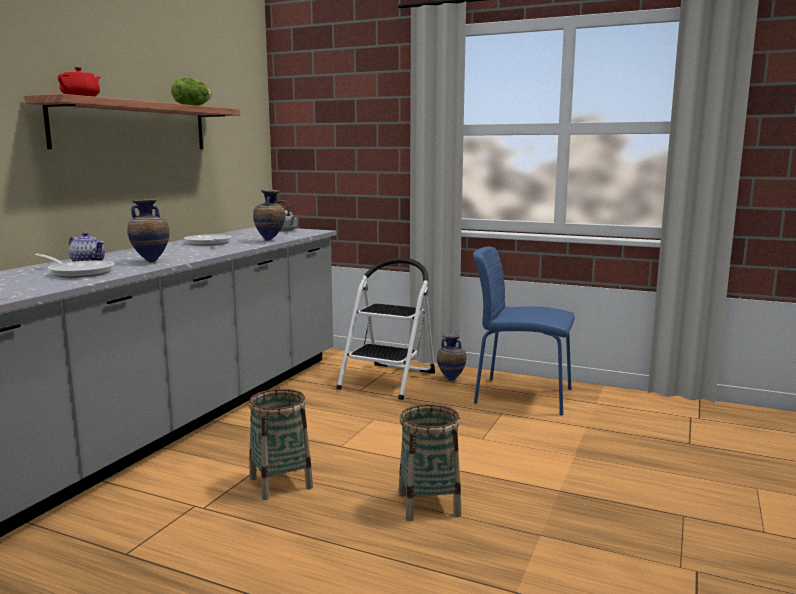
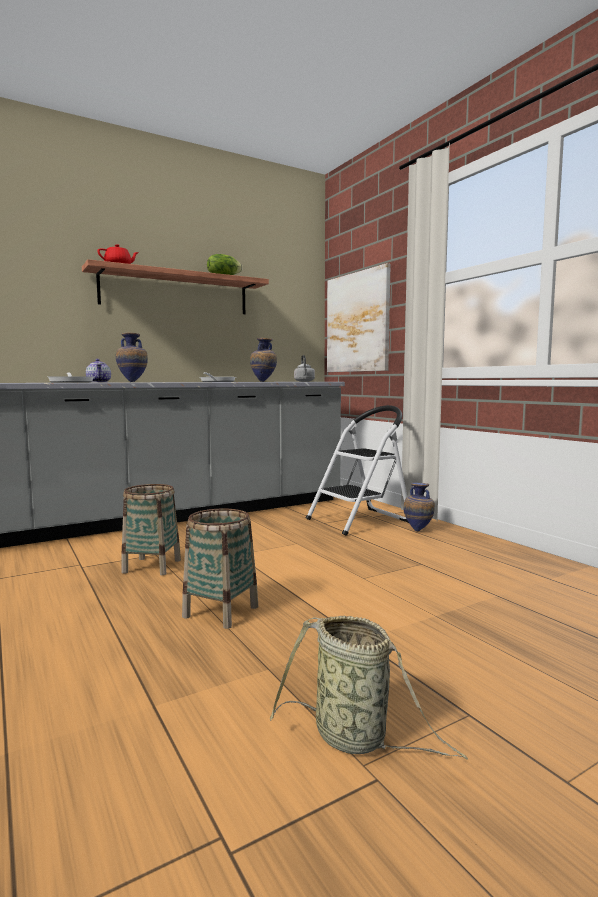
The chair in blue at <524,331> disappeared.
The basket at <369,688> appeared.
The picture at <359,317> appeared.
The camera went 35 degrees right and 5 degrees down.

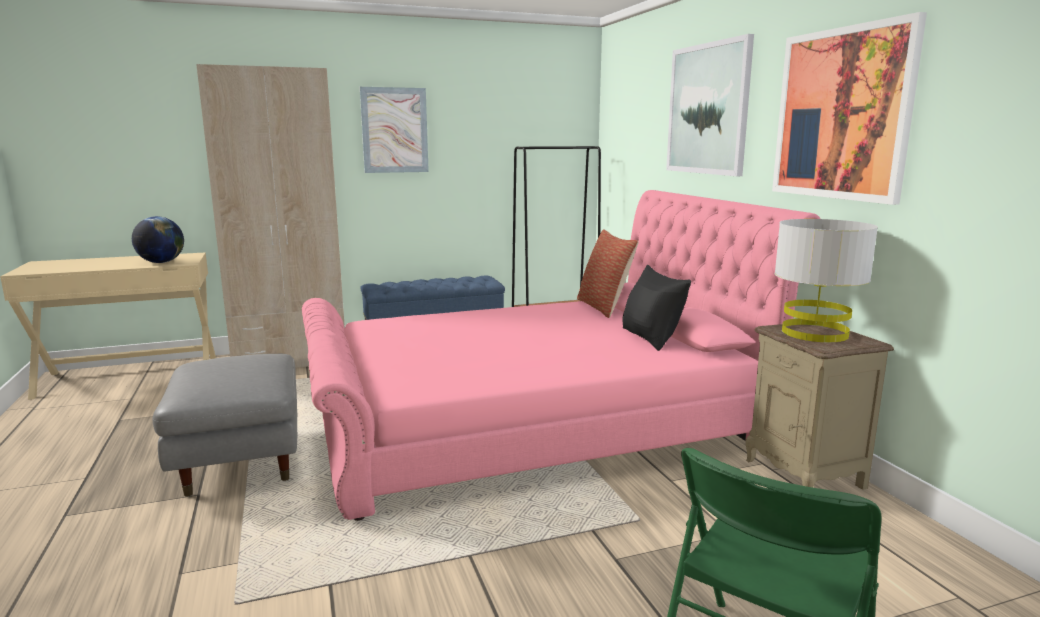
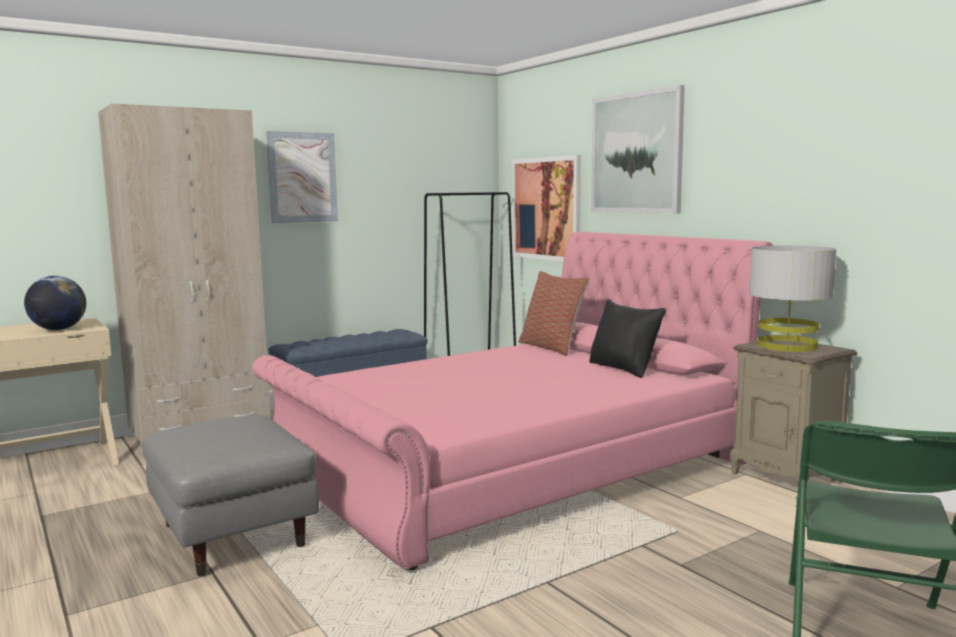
The picture moved from <849,108> to <546,208>.
The camera went 15 degrees left and 5 degrees down.

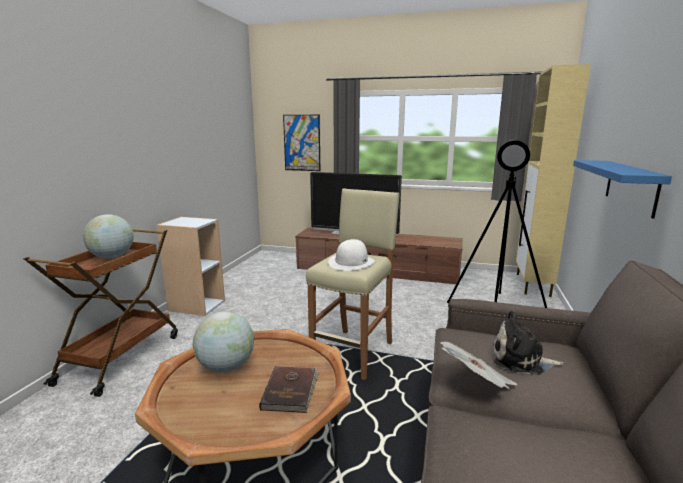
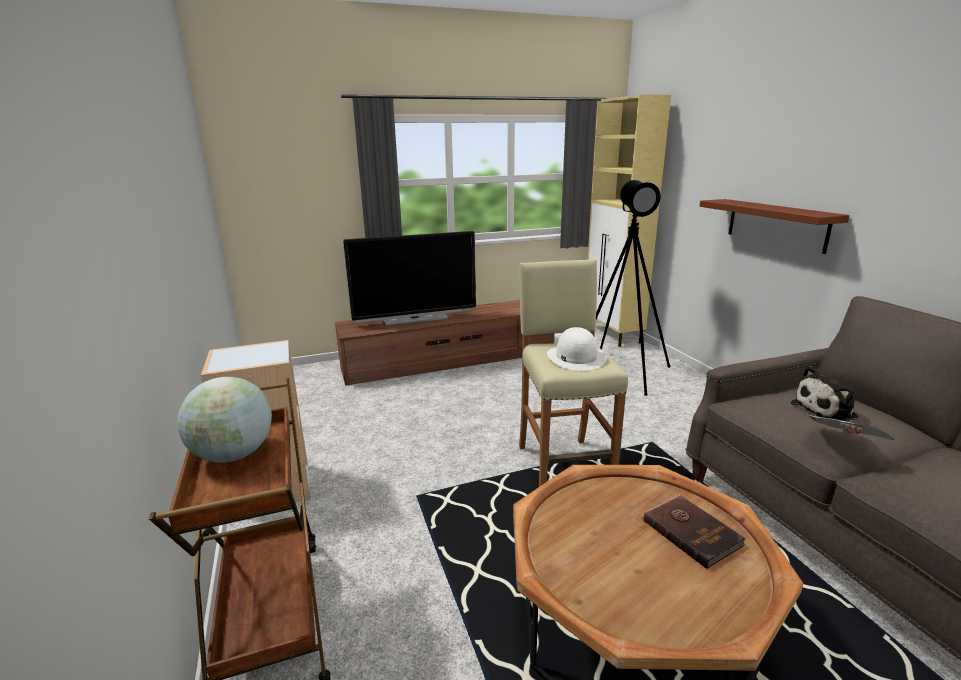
The globe at <223,341> disappeared.
The picture at <301,143> disappeared.
The shelf in blue at <622,189> became the shelf in brown at <774,226>.
The camera went 35 degrees left and 5 degrees up.

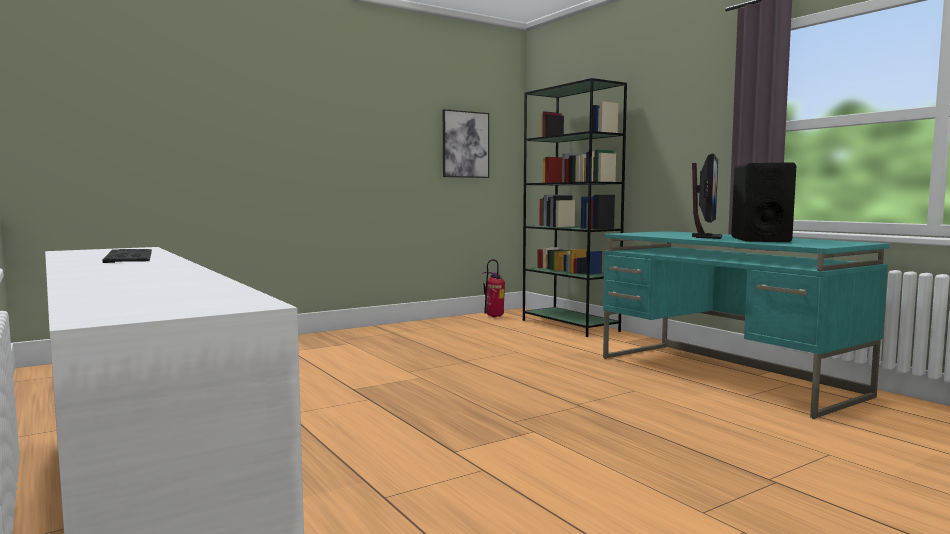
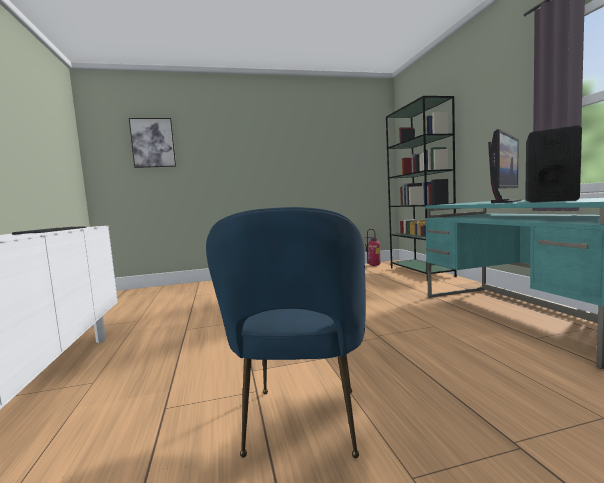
The picture moved from <466,143> to <152,143>.
The chair in blue at <286,332> appeared.
The camera went 20 degrees right and 0 degrees up.

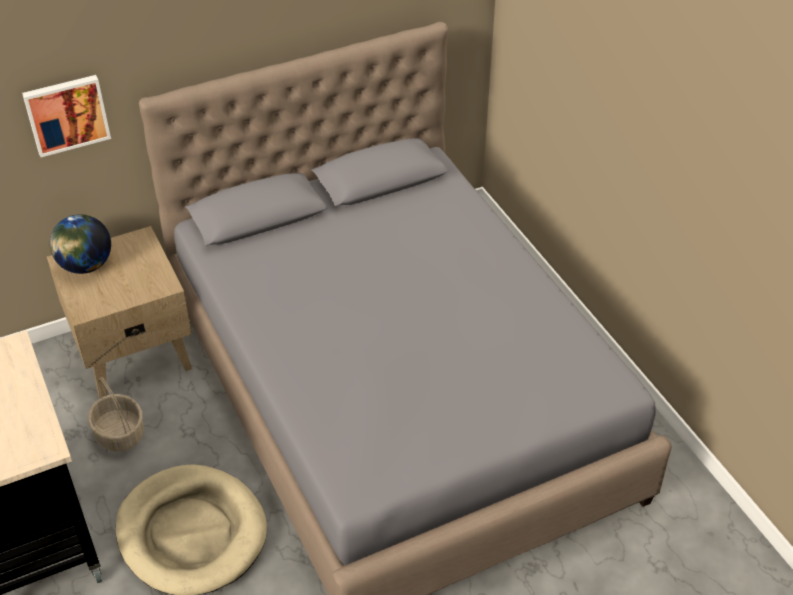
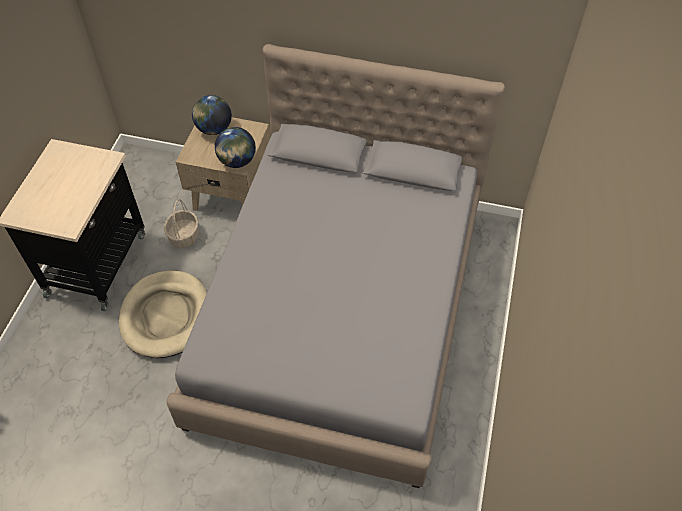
The picture at <66,116> disappeared.
The globe at <235,147> appeared.
The camera went 40 degrees right and 10 degrees up.

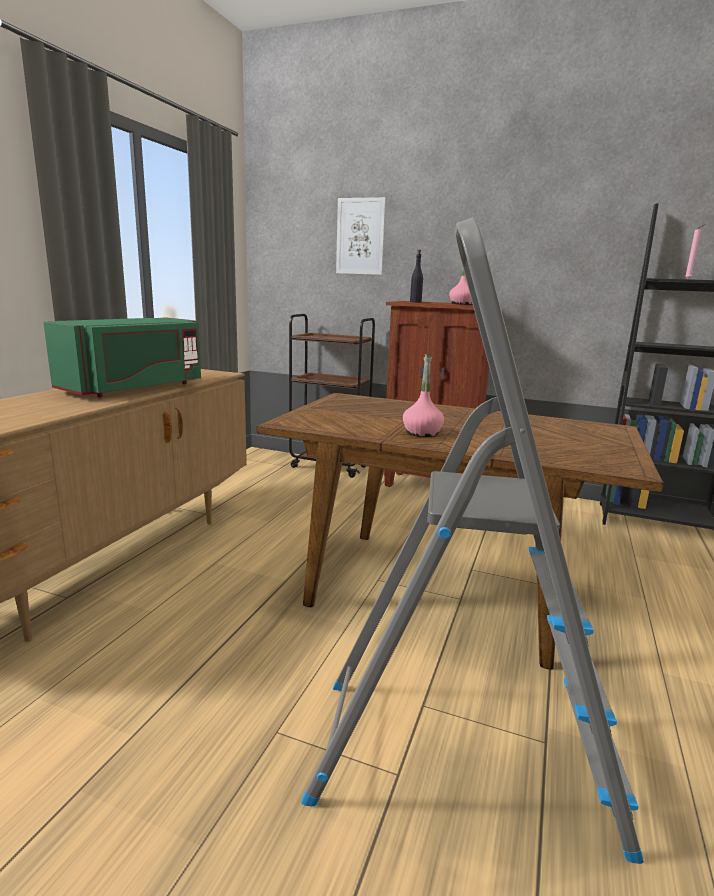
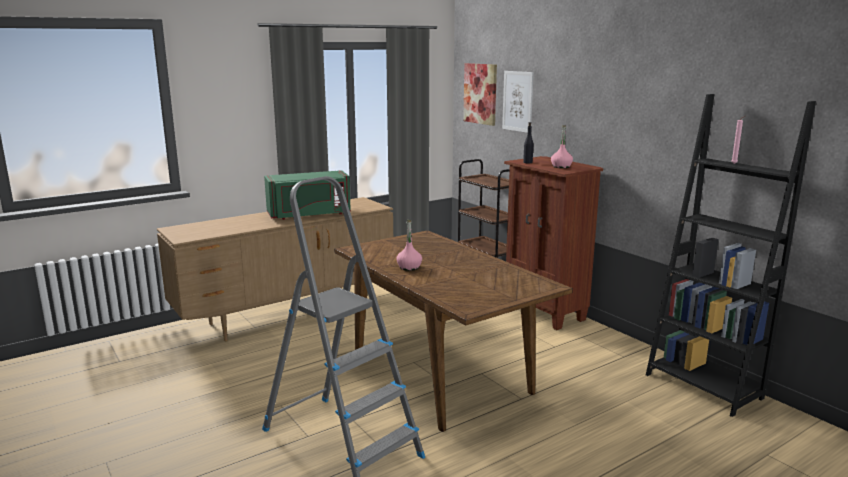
The picture at <480,94> appeared.
The camera went 35 degrees right and 0 degrees up.

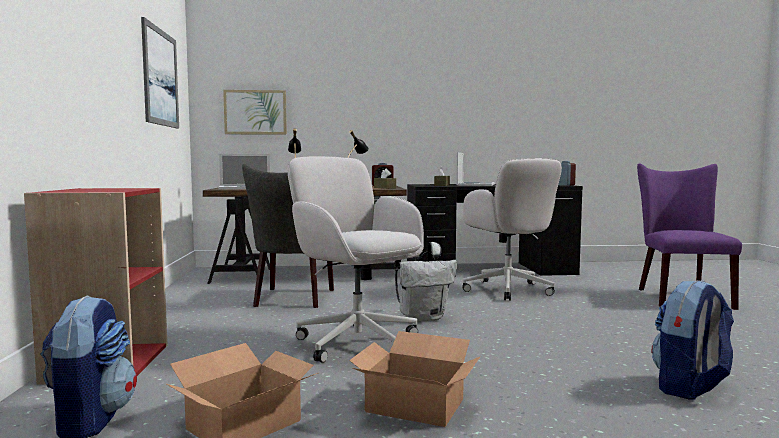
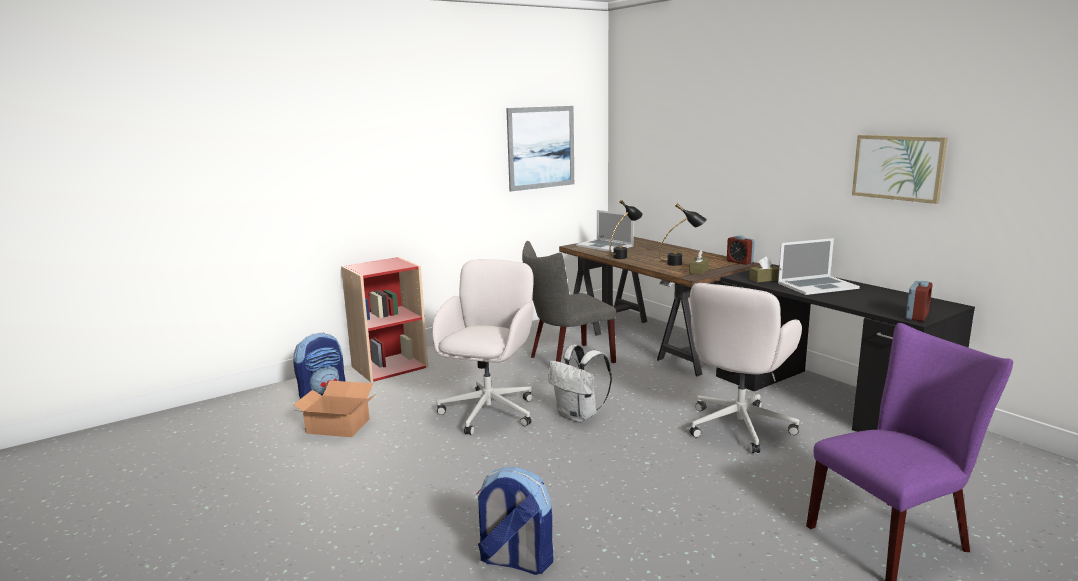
The picture moved from <255,112> to <900,169>.
The cardboard box at <414,379> disappeared.
The camera went 60 degrees right and 10 degrees up.

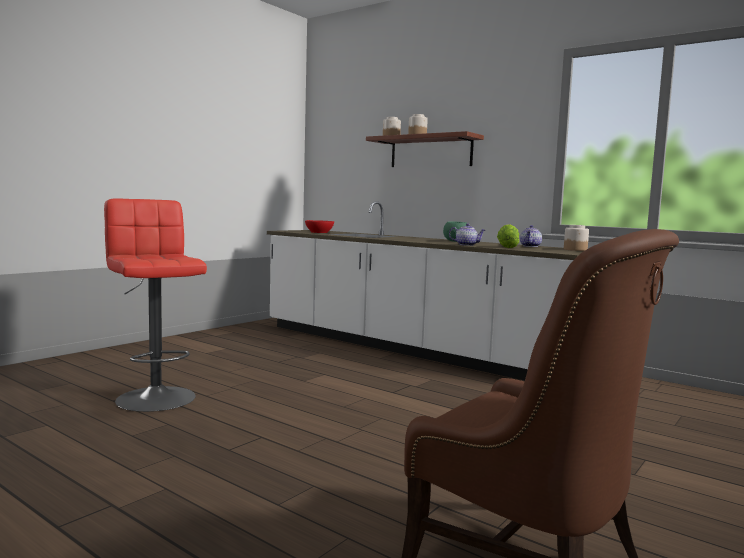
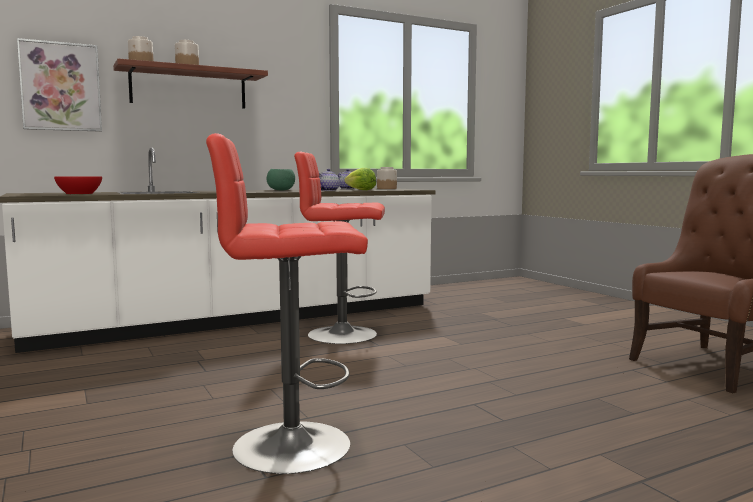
The picture at <59,85> appeared.
The stool in red at <339,248> appeared.
The camera went 65 degrees left and 0 degrees up.

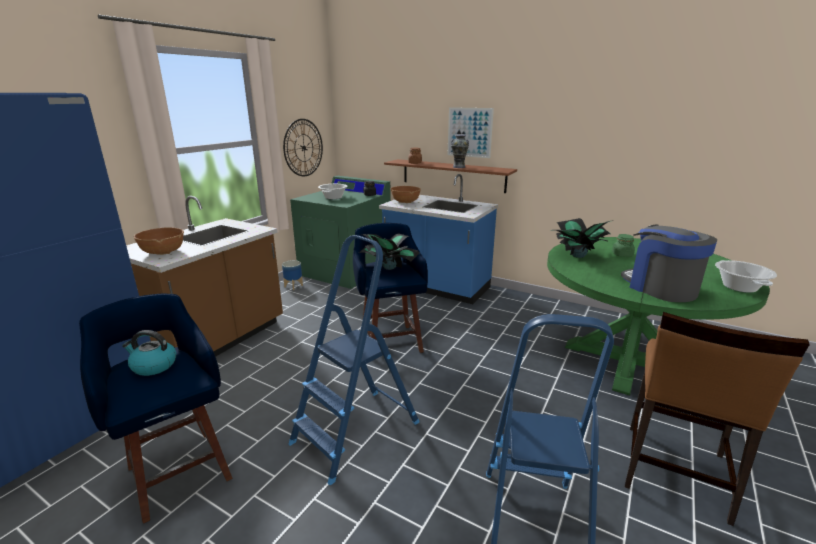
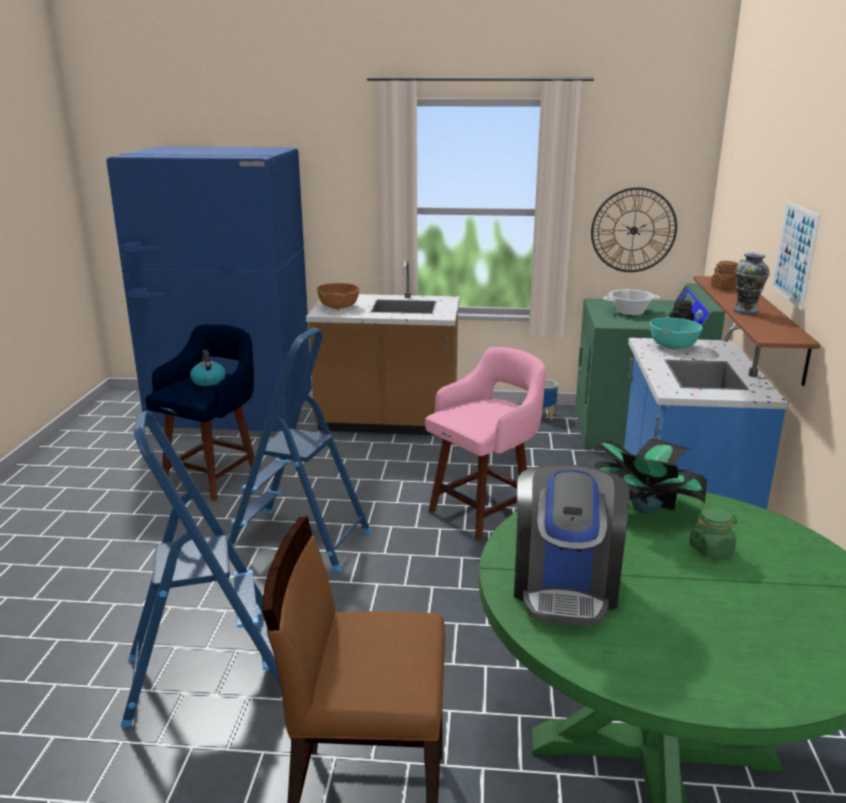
The stool in blue at <390,288> became the stool in pink at <485,444>.
The potted plant at <389,251> disappeared.
The bowl in brown at <405,194> became the bowl in turquoise at <676,334>.
The coffee machine at <669,263> turned 150 degrees clockwise.
The cooking pot at <746,276> disappeared.
The camera went 65 degrees right and 0 degrees up.

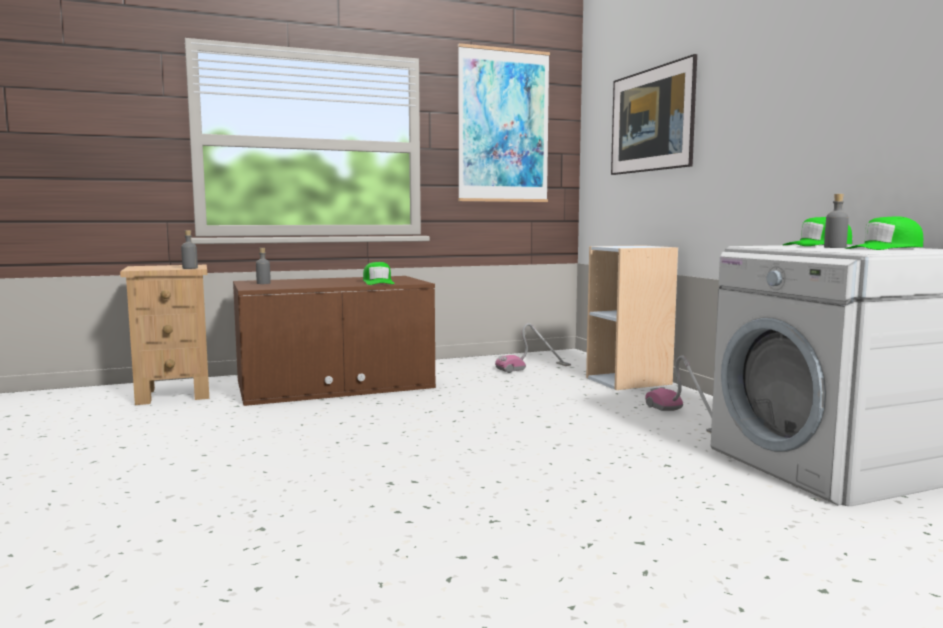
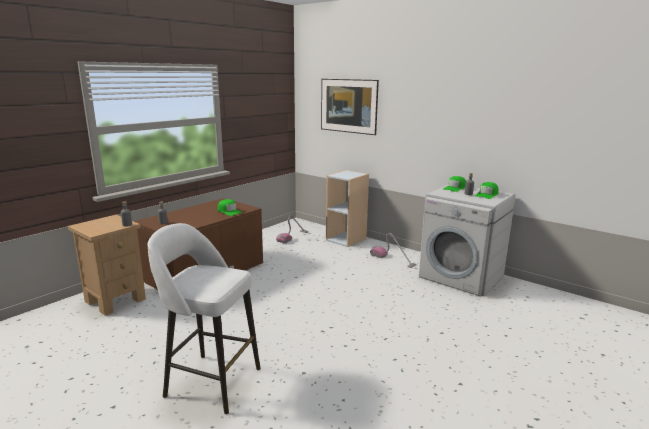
The picture at <504,122> disappeared.
The stool in white at <204,318> appeared.
The camera went 30 degrees left and 10 degrees up.

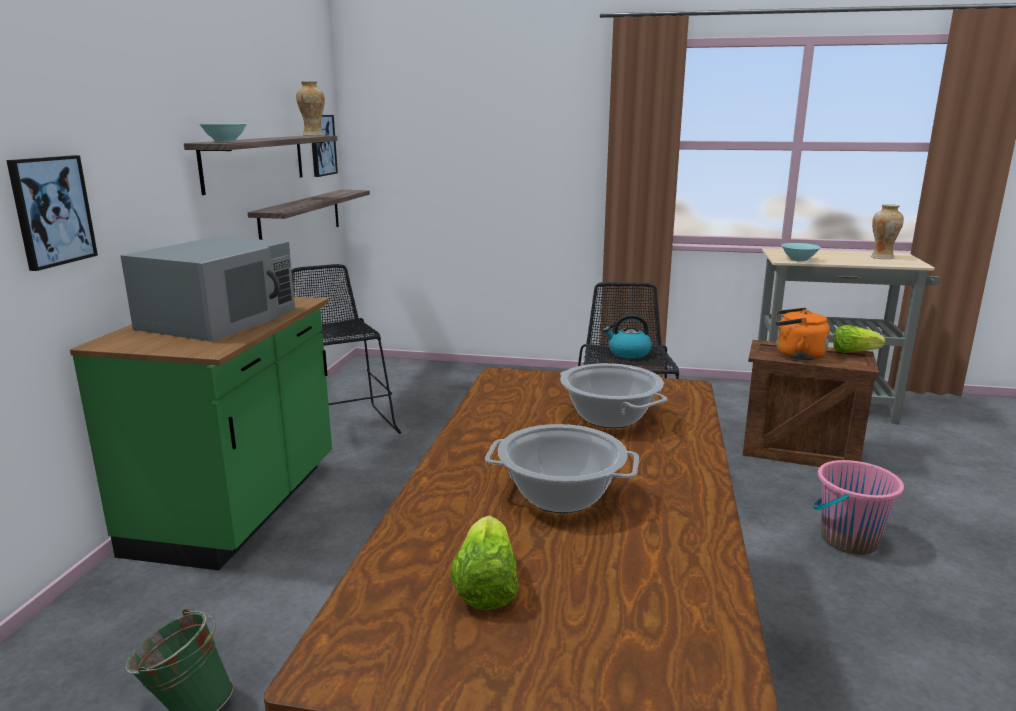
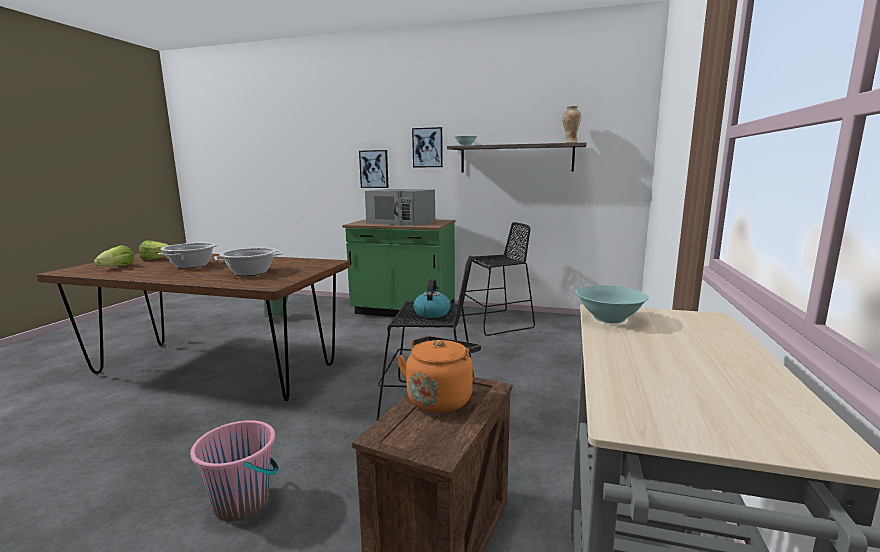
The shelf at <309,215> disappeared.
The picture moved from <325,146> to <427,147>.
The lettuce moved from <859,339> to <114,255>.
The vase at <887,231> disappeared.
The camera went 95 degrees right and 5 degrees down.

